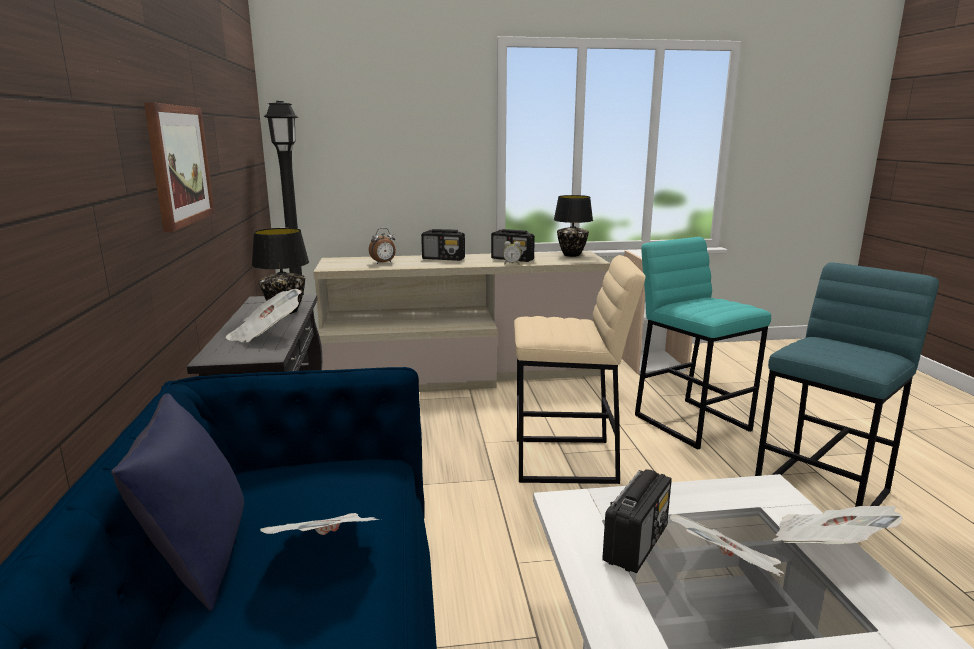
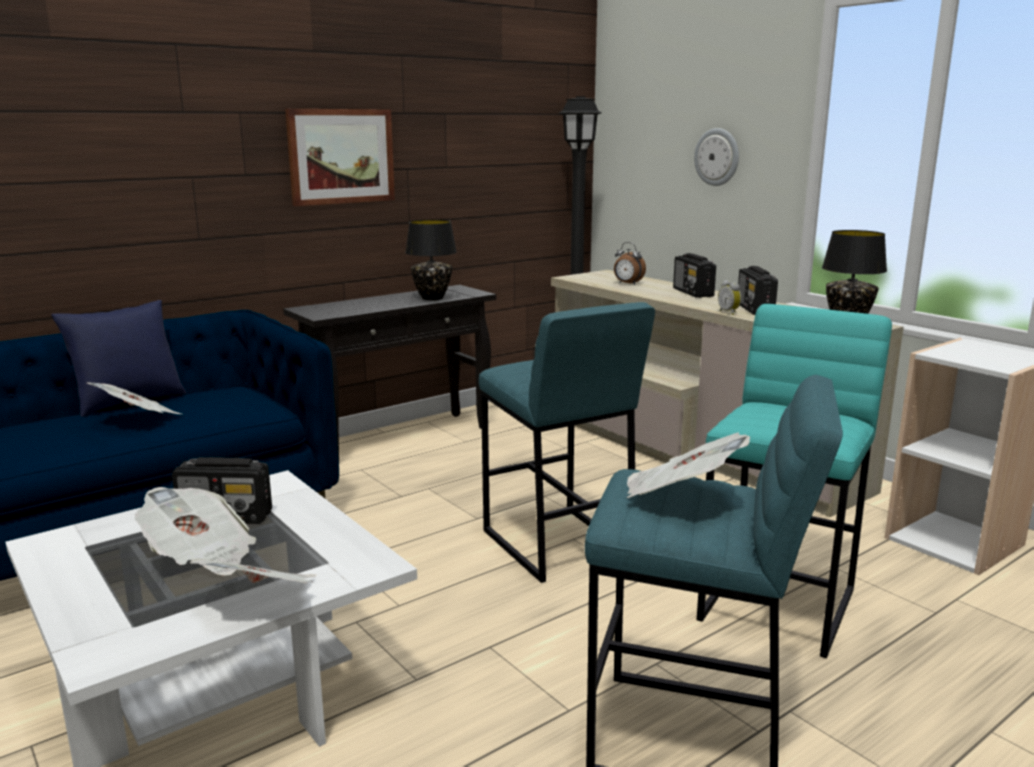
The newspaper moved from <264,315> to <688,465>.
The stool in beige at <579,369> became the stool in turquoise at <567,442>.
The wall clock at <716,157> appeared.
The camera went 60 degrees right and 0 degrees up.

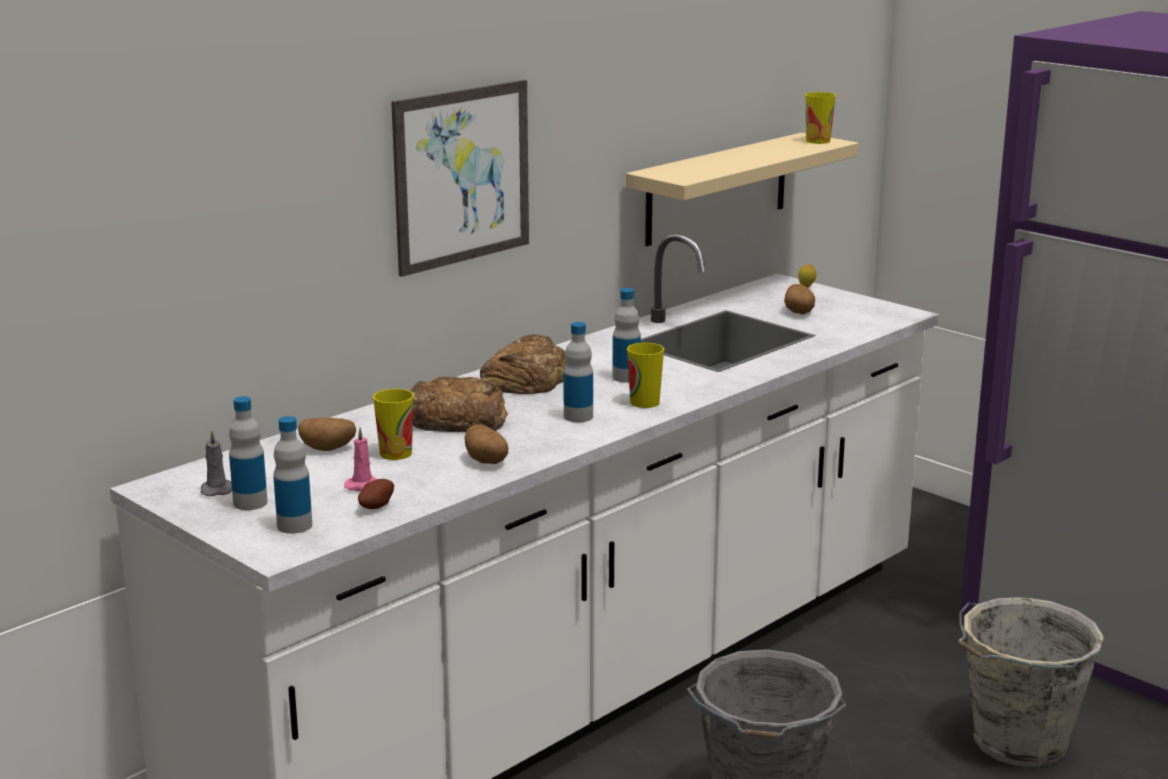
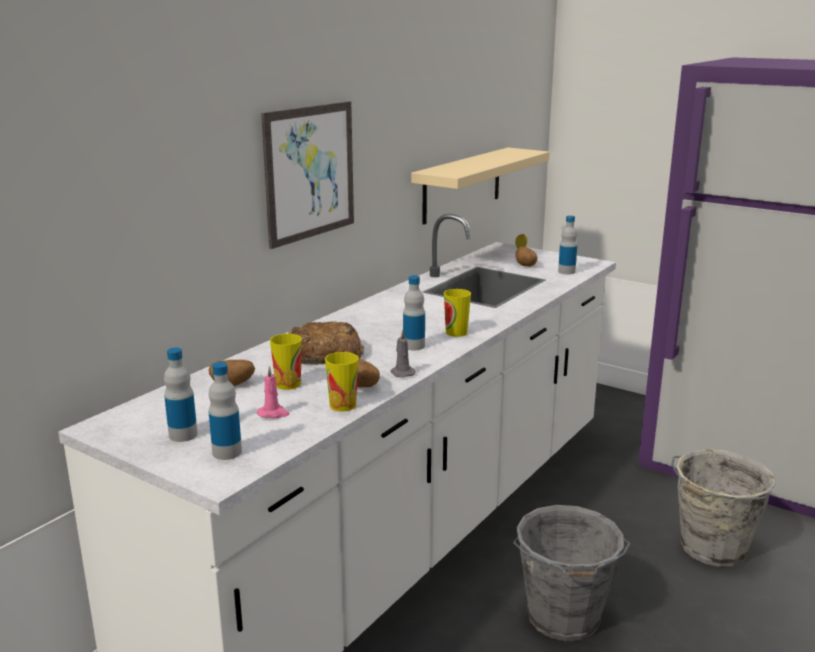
The candle in grey moved from <216,463> to <403,354>.
The potato at <376,494> disappeared.
The bread at <523,364> disappeared.
The bottle moved from <627,335> to <567,244>.
The cup moved from <820,118> to <341,381>.
The camera went 10 degrees left and 0 degrees up.

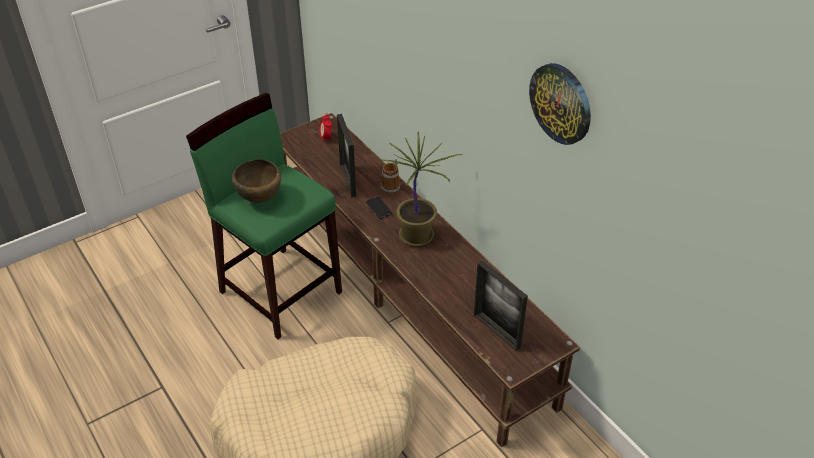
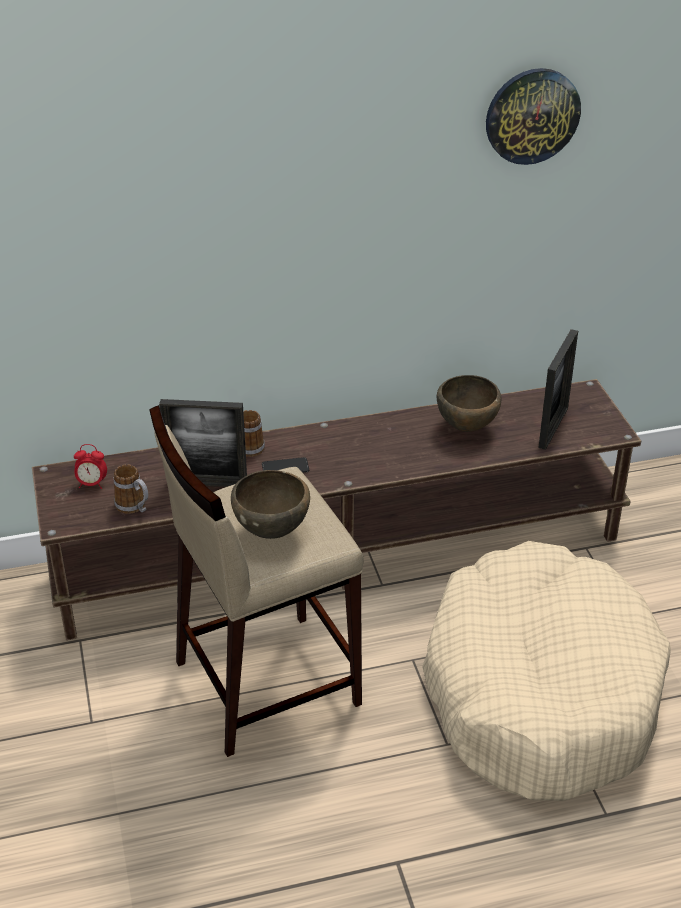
The stool in green at <264,216> became the stool in beige at <256,581>.
The potted plant at <421,189> disappeared.
The picture frame at <501,306> turned 45 degrees counterclockwise.
The mug at <131,489> appeared.
The bowl in brown at <469,403> appeared.
The camera went 70 degrees left and 5 degrees down.

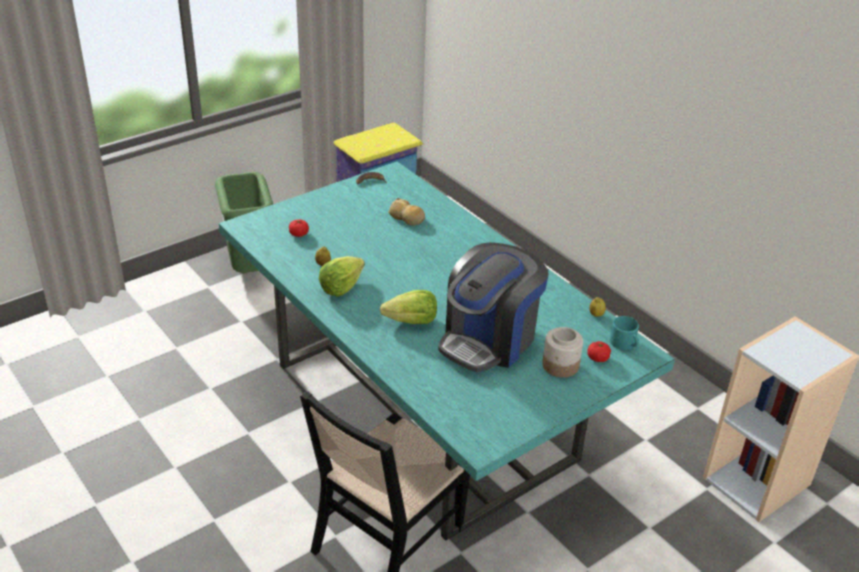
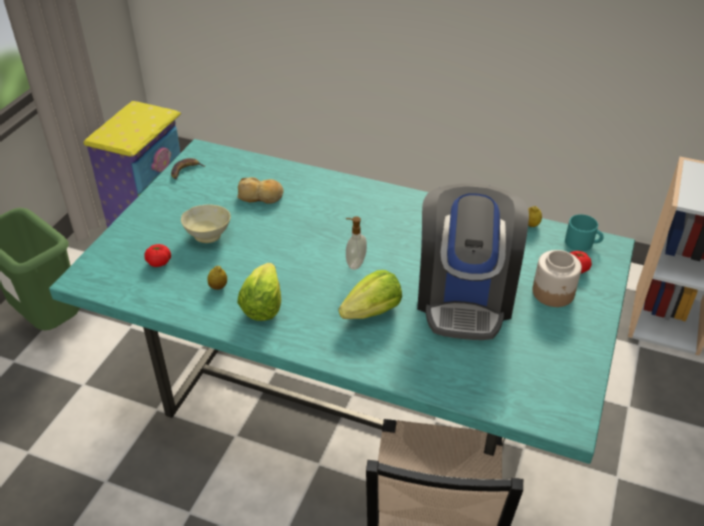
The bowl in beige at <206,224> appeared.
The soap dispenser at <356,243> appeared.
The camera went 30 degrees left and 5 degrees up.

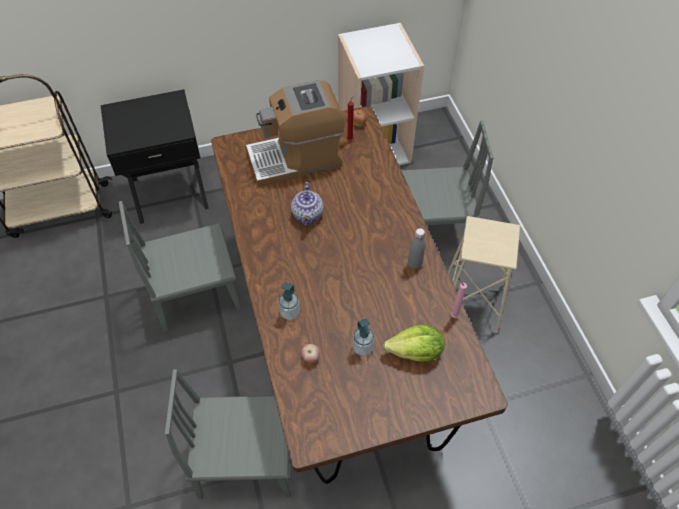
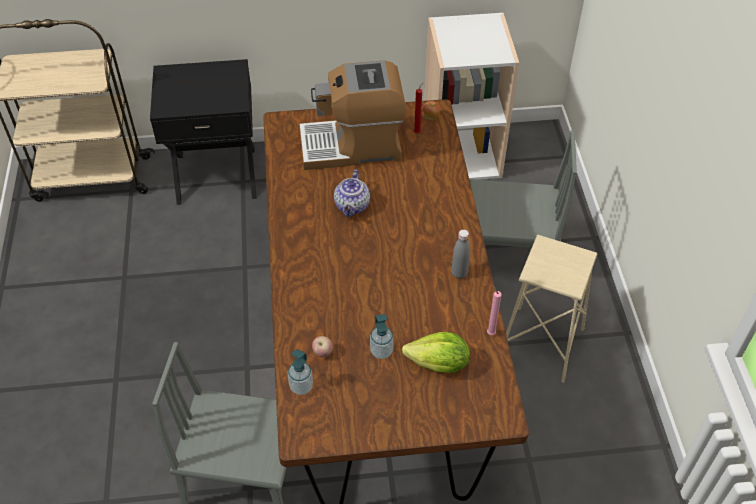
The chair in grey at <180,266> disappeared.
The soap dispenser moved from <289,301> to <300,372>.
The camera went 10 degrees right and 5 degrees down.

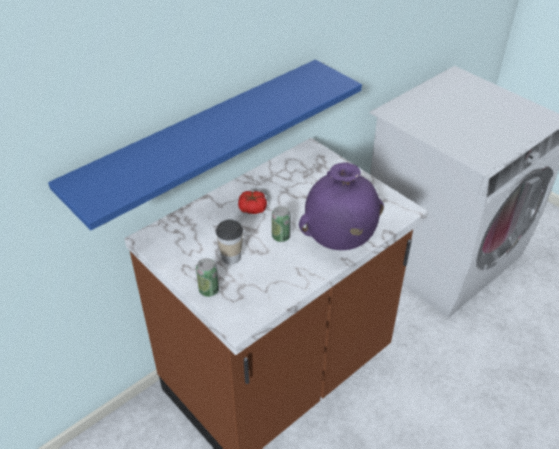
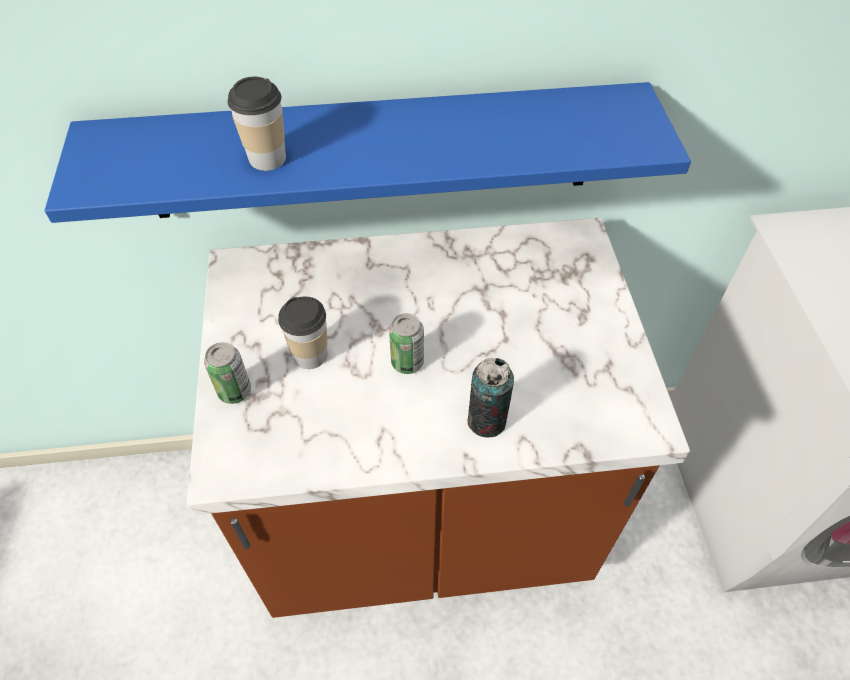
The tomato at <252,202> disappeared.
The vase in purple at <341,206> was replaced by the can at <491,398>.
The cup at <256,124> appeared.
The camera went 35 degrees right and 10 degrees up.

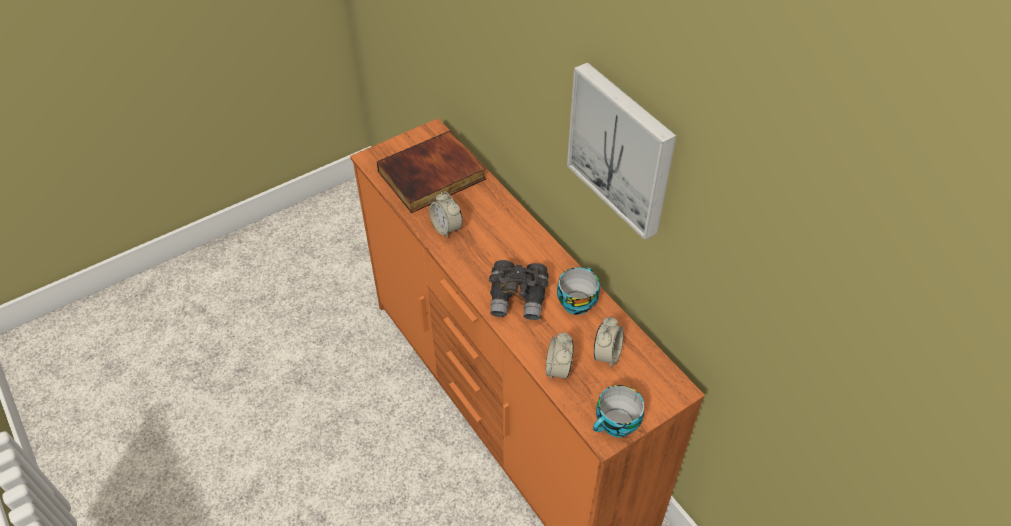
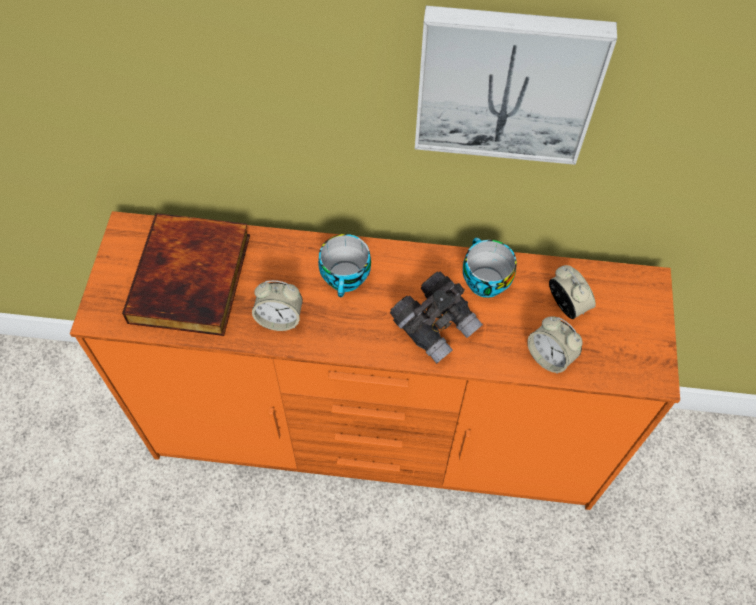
The cup moved from <618,411> to <344,266>.
The camera went 50 degrees left and 10 degrees up.

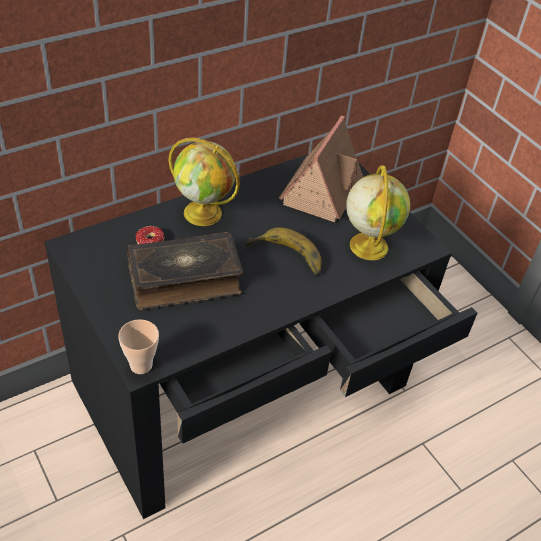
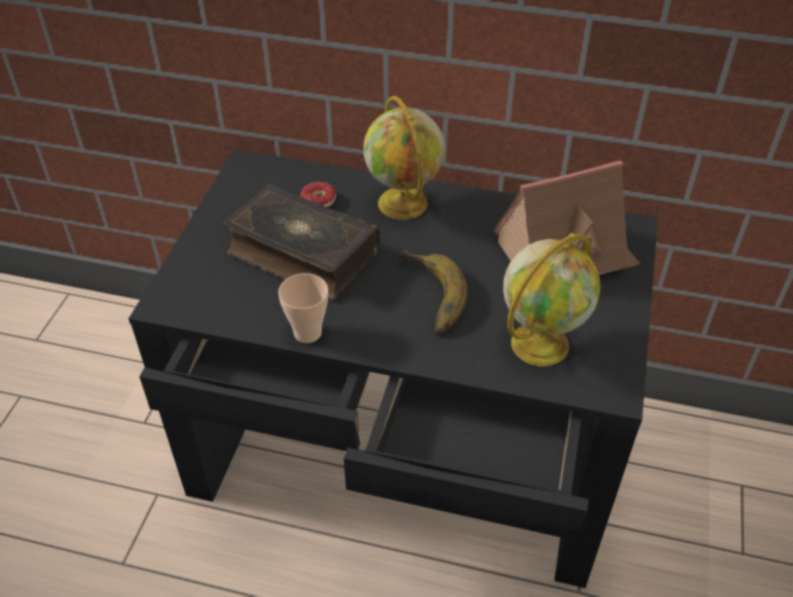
The cup moved from <138,346> to <303,308>.
The camera went 50 degrees right and 0 degrees up.

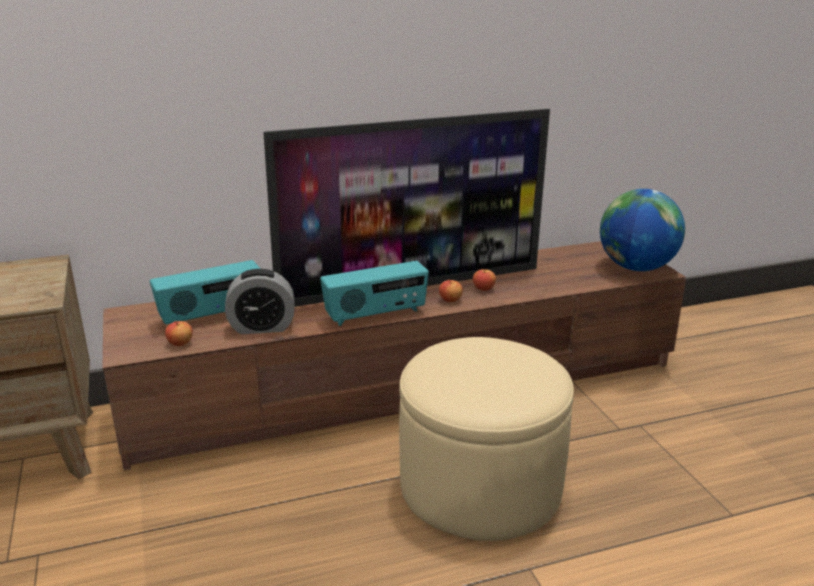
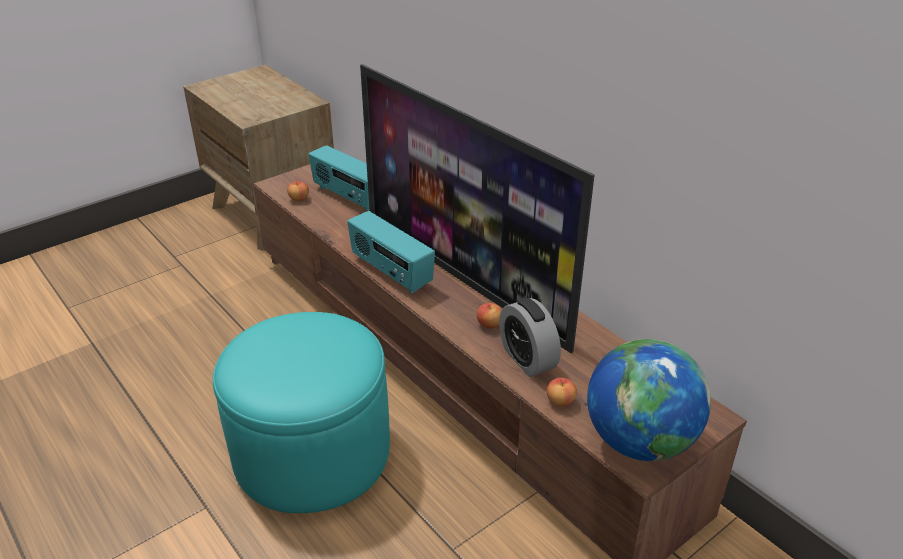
The alarm clock moved from <260,301> to <530,337>.
The ottoman in beige at <486,439> became the ottoman in turquoise at <301,412>.
The apple moved from <451,290> to <562,392>.
The camera went 70 degrees right and 10 degrees up.

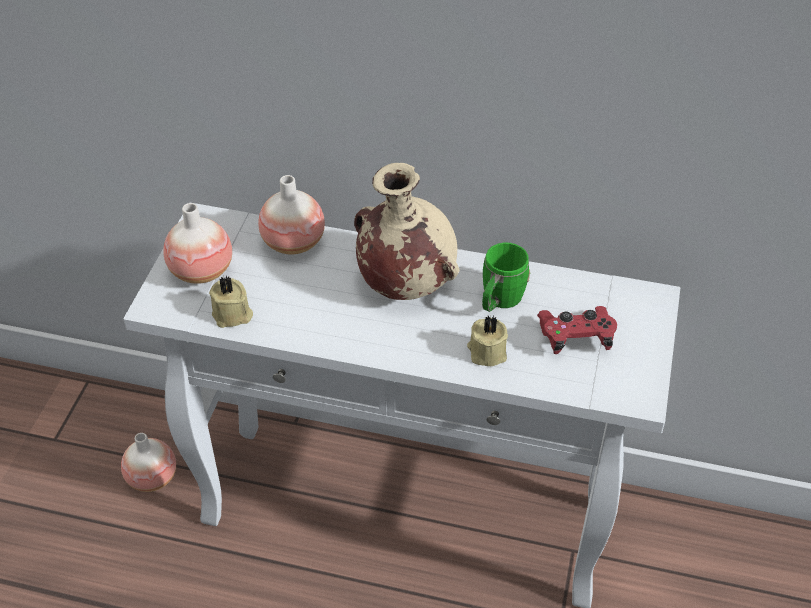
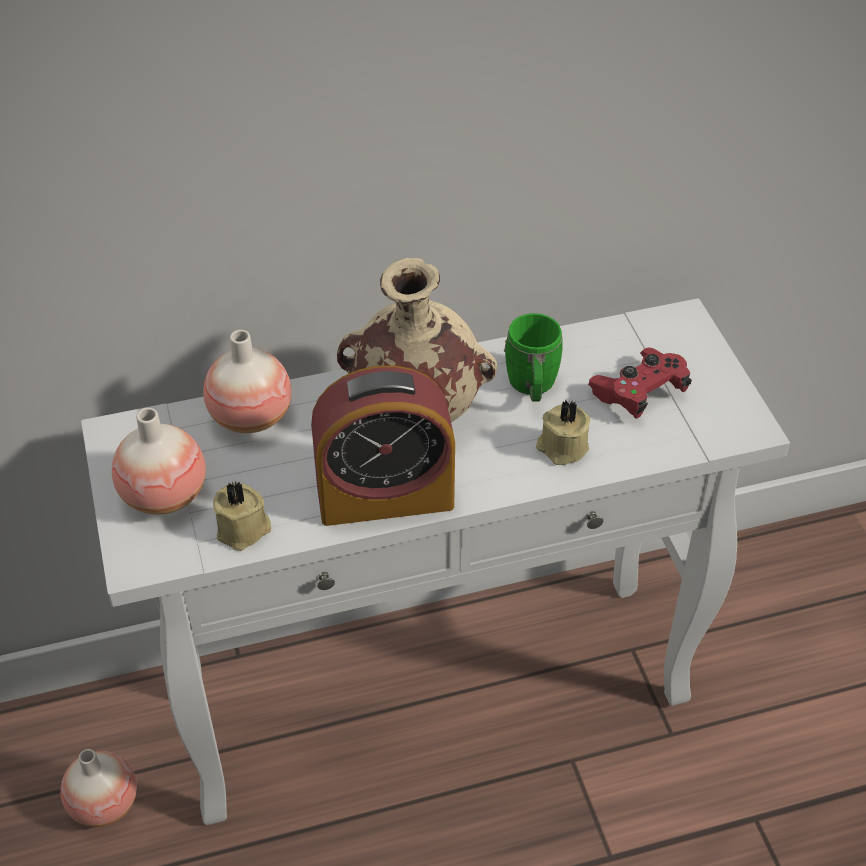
The alarm clock at <383,445> appeared.
The camera went 30 degrees left and 0 degrees up.

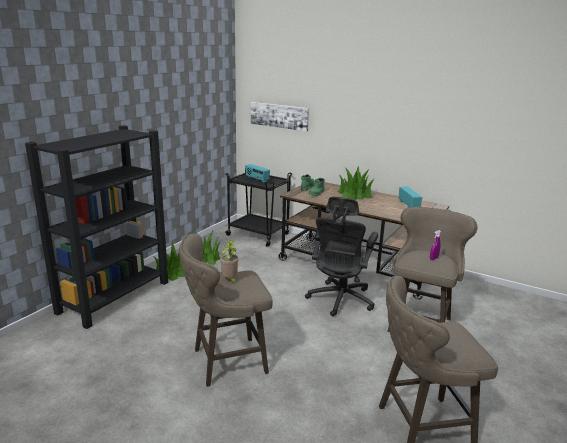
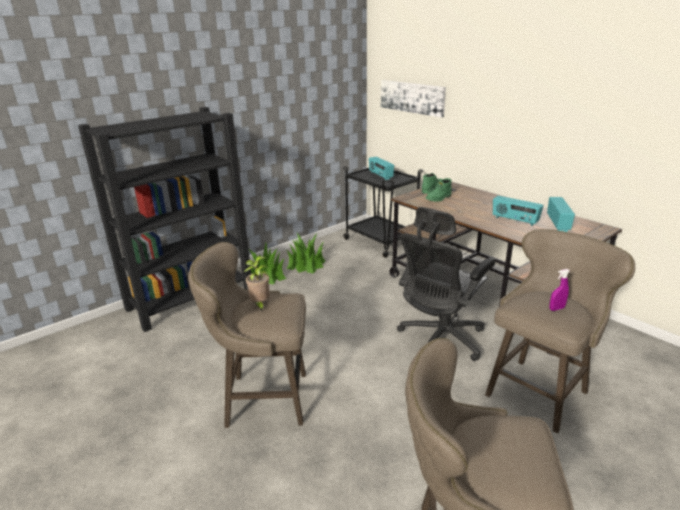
The potted plant at <356,182> disappeared.
The radio at <518,211> appeared.
The camera went 20 degrees right and 5 degrees up.

